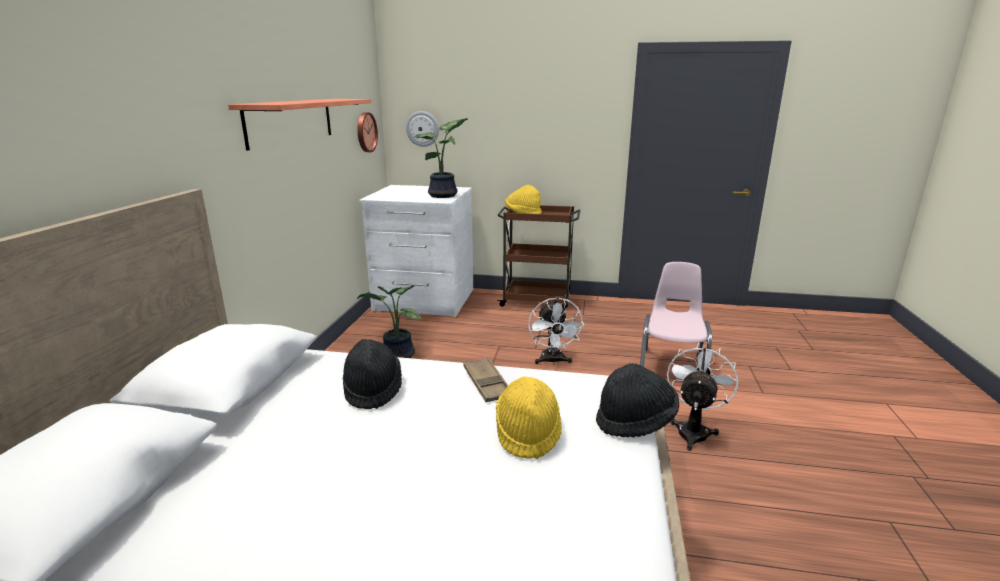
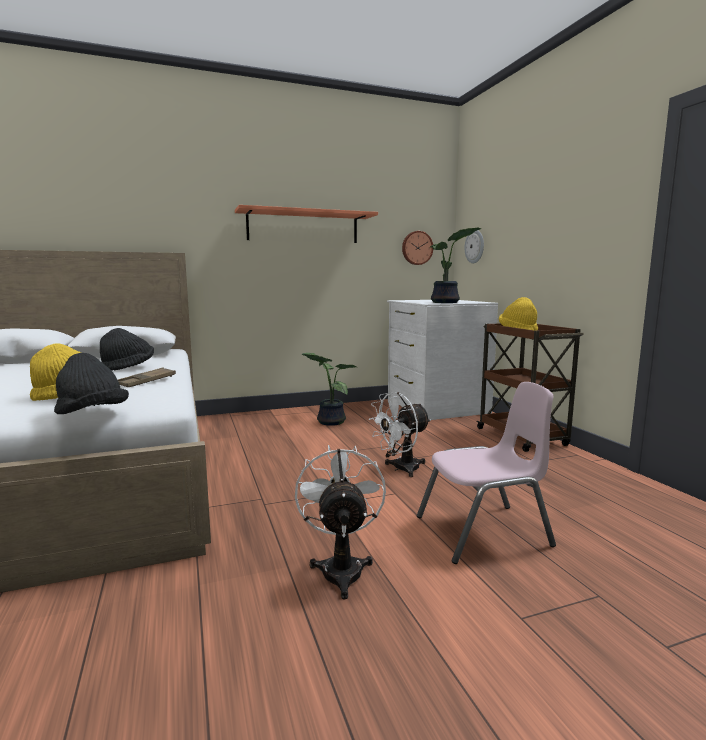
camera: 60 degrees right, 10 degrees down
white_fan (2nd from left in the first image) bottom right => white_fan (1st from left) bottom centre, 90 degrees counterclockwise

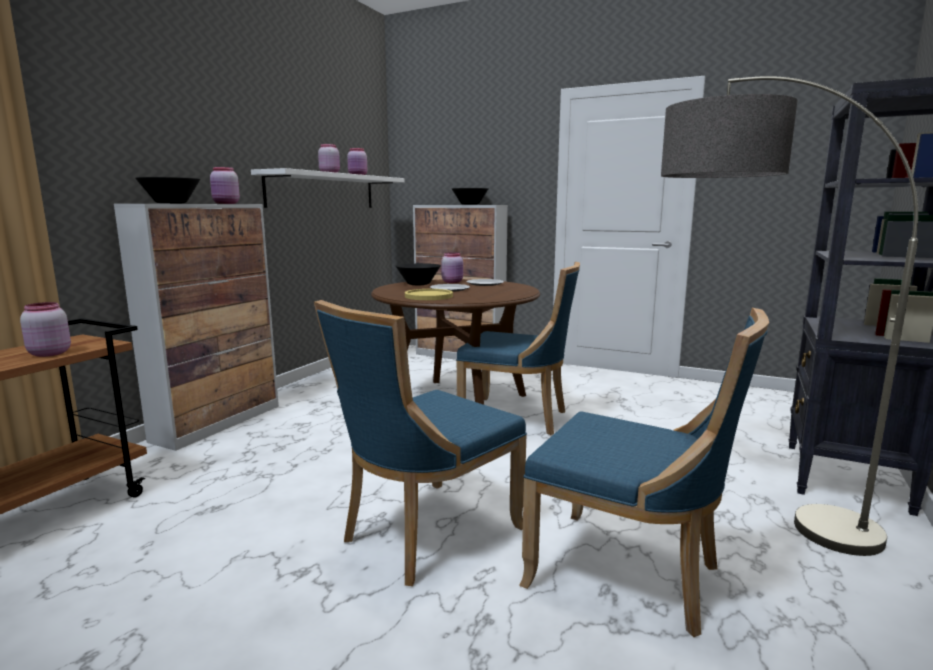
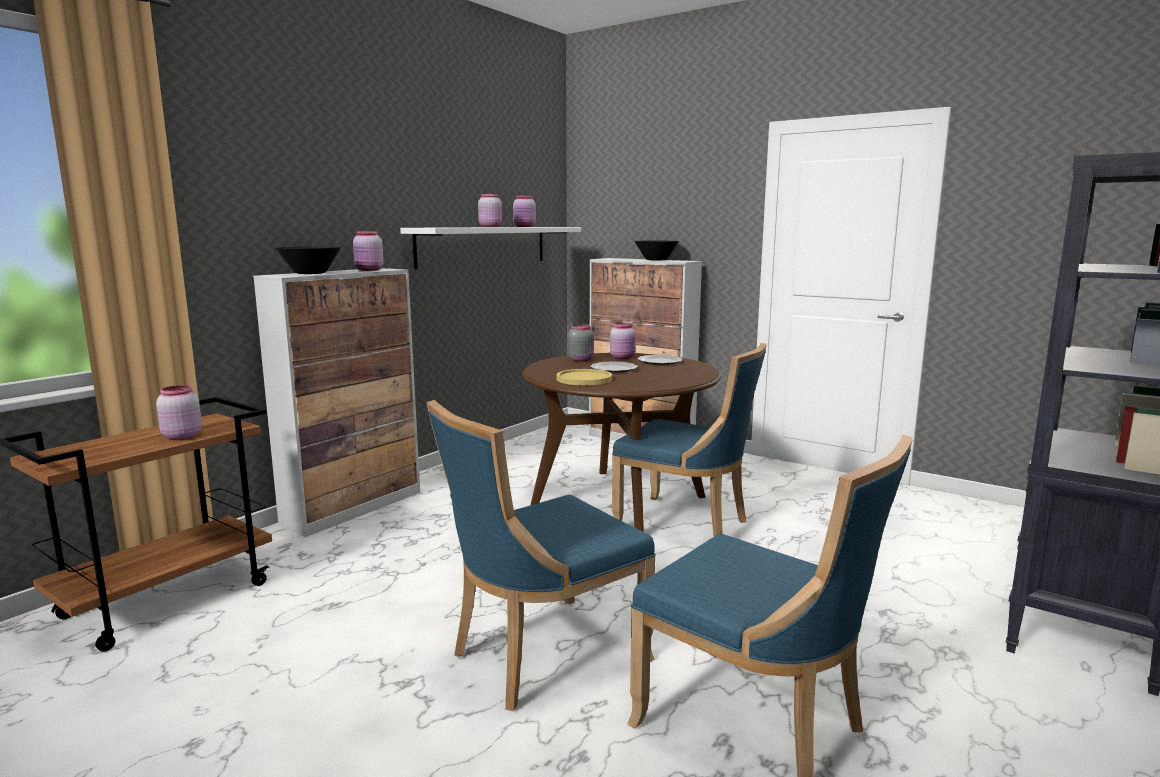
camera: 10 degrees right, 0 degrees up
floor_lamp middle right => nothing
black_bowl (2nd from left) centre => grey_jar centre

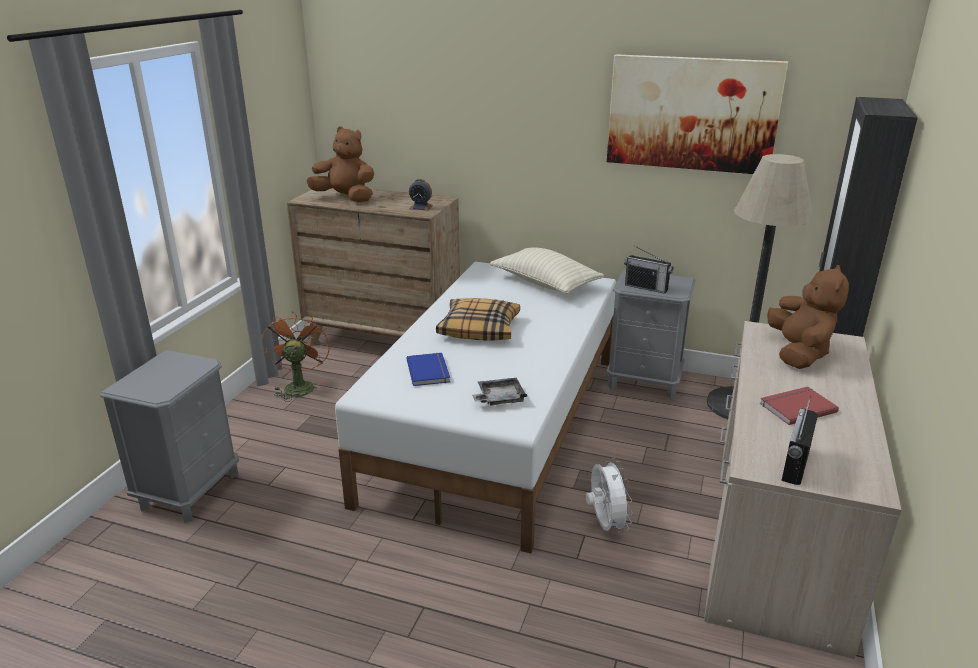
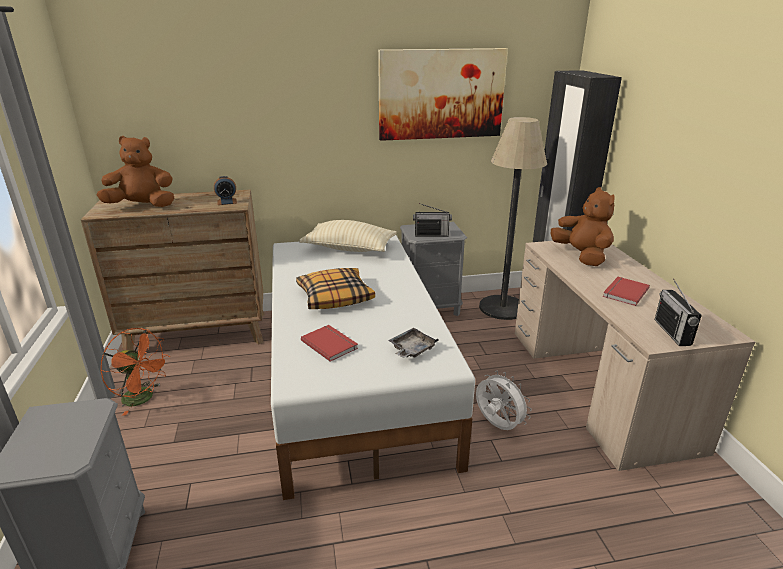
camera: 30 degrees left, 0 degrees up
blue_book centre => red_book (1st from left) centre
orange_fan middle left, 150 degrees clockwise

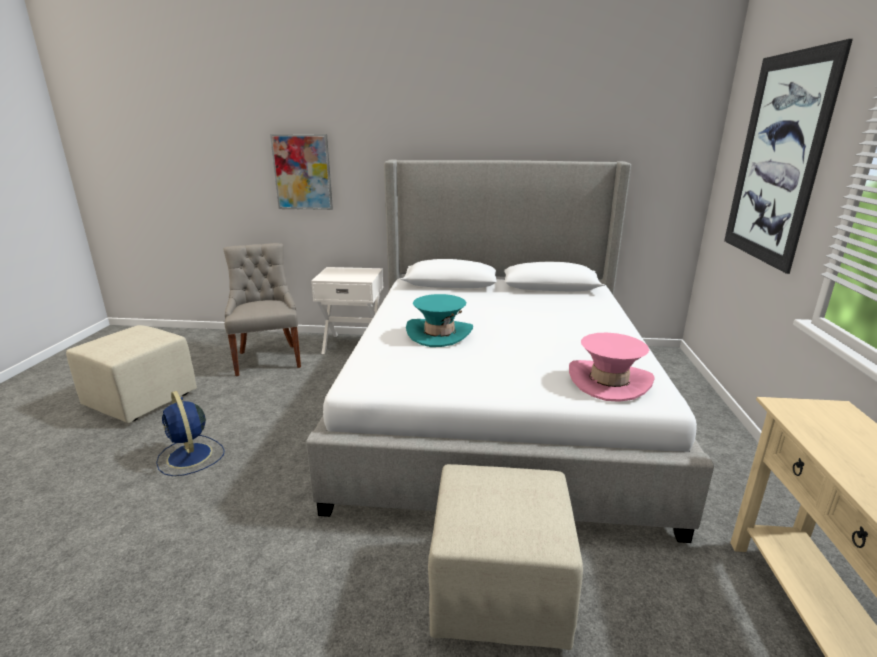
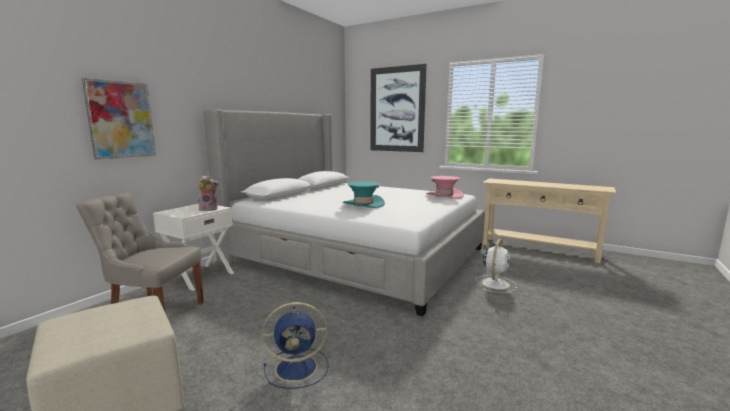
camera: 65 degrees left, 10 degrees down
nothing => plush_toy middle left
beige_ottoman (2nd from left) bottom centre => white_fan middle right

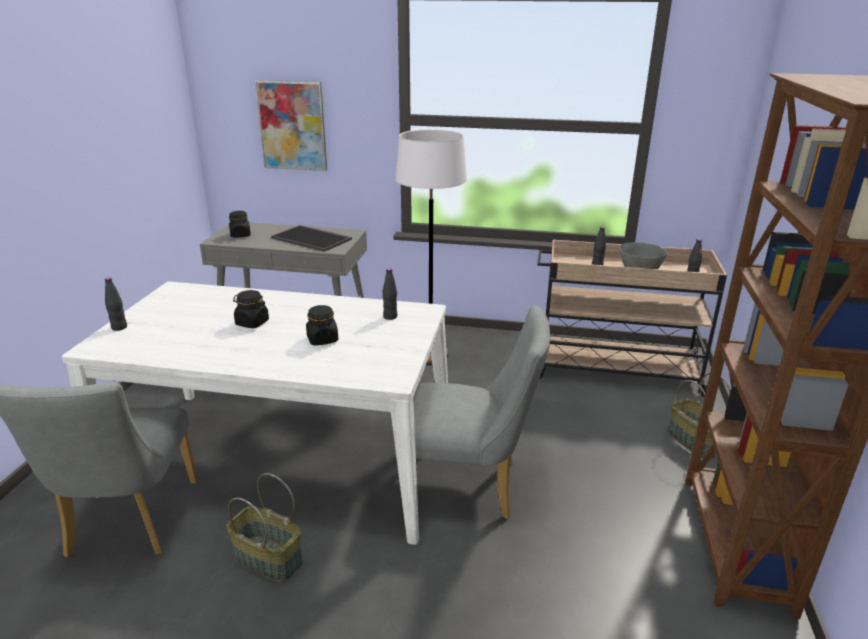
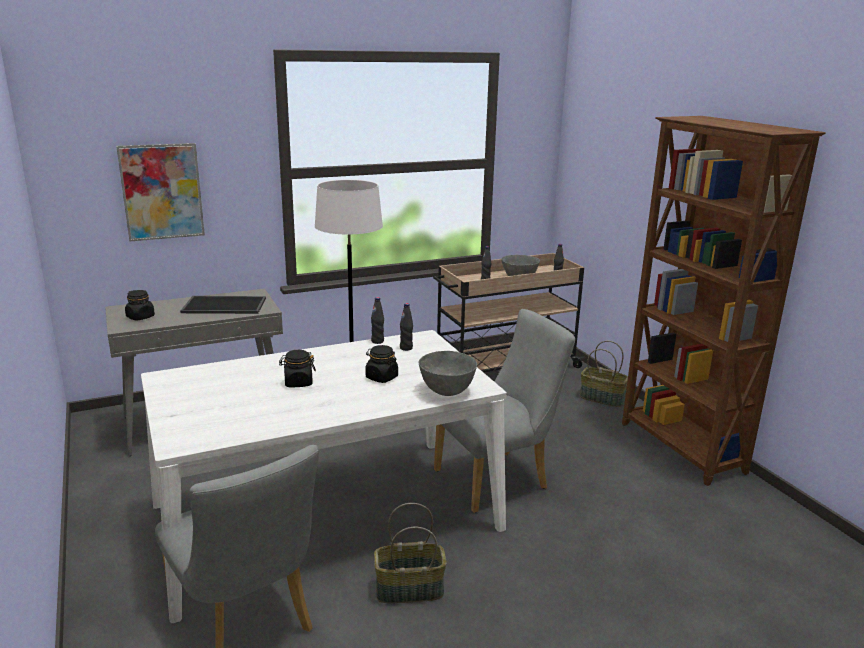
camera: 35 degrees left, 5 degrees down
nothing => grey_bowl (1st from left) centre
black_bottle (1st from left) middle left => black_bottle (1st from left) centre, move

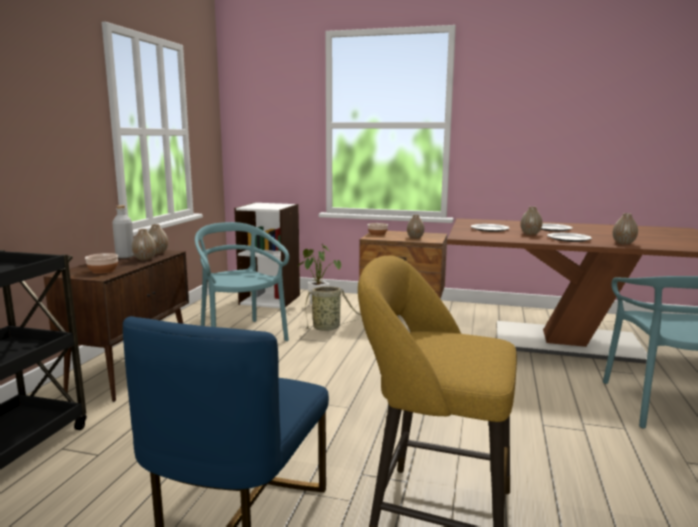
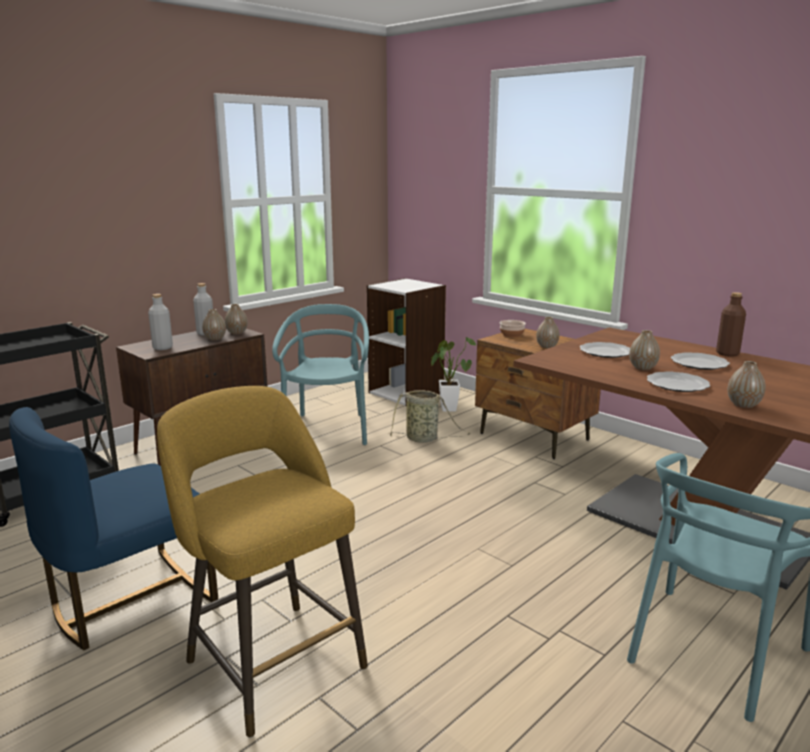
camera: 30 degrees right, 5 degrees up
nothing => brown_bottle middle right
bowl (1st from left) middle left => grey_bottle (1st from left) middle left

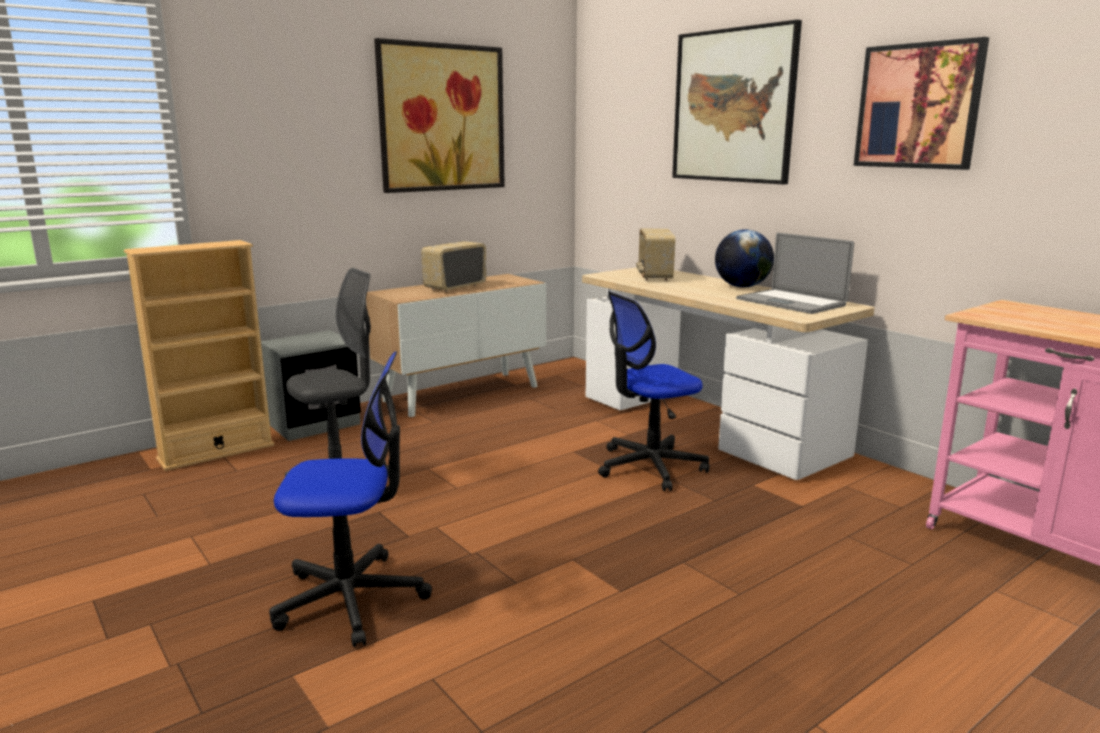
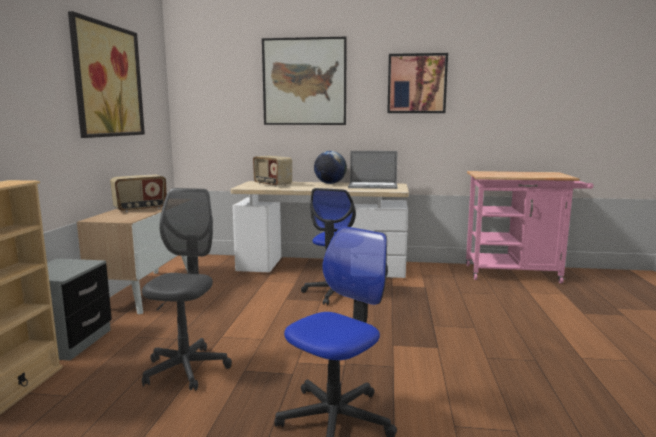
camera: 45 degrees left, 5 degrees down
radio (1st from left) centre => radio (1st from left) middle left, 120 degrees counterclockwise

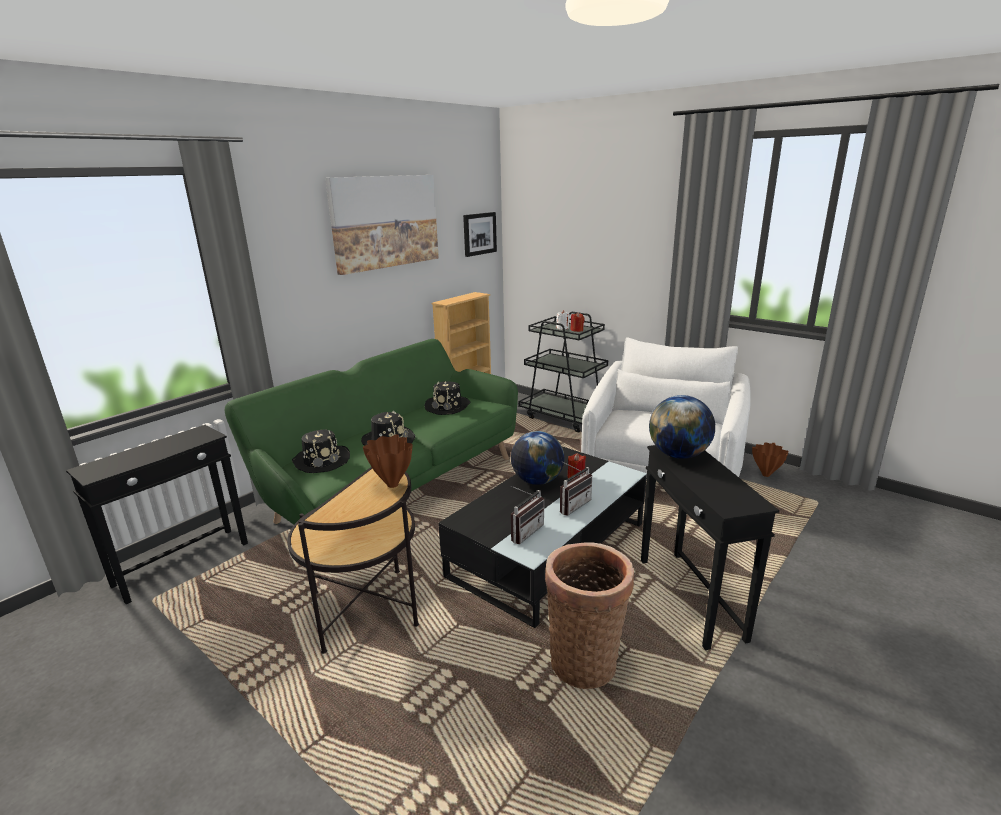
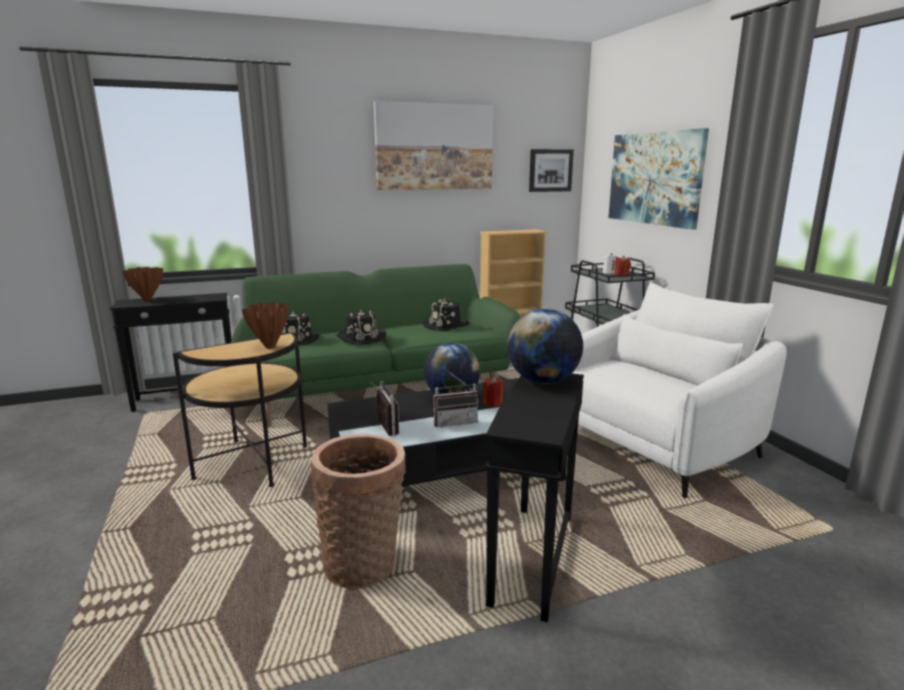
camera: 30 degrees right, 5 degrees down
nothing => picture (3rd from left) top right
brown_vase (2nd from left in the first image) middle right => brown_vase (1st from left) middle left, move
radio (1st from left) centre, 90 degrees counterclockwise

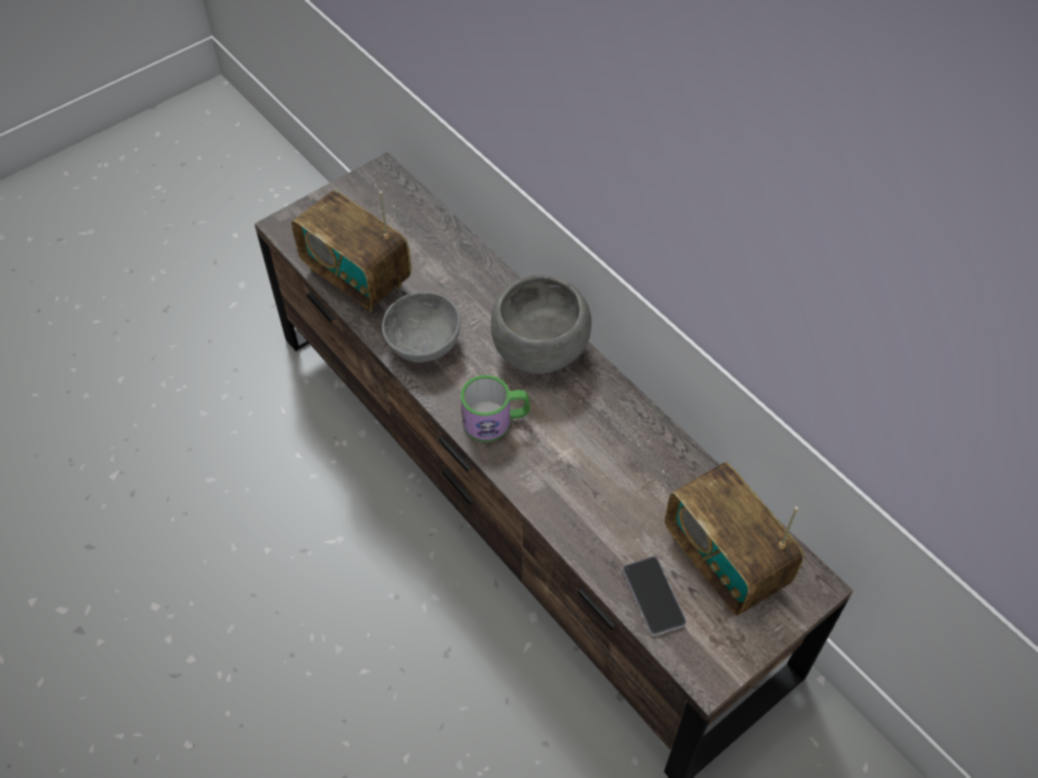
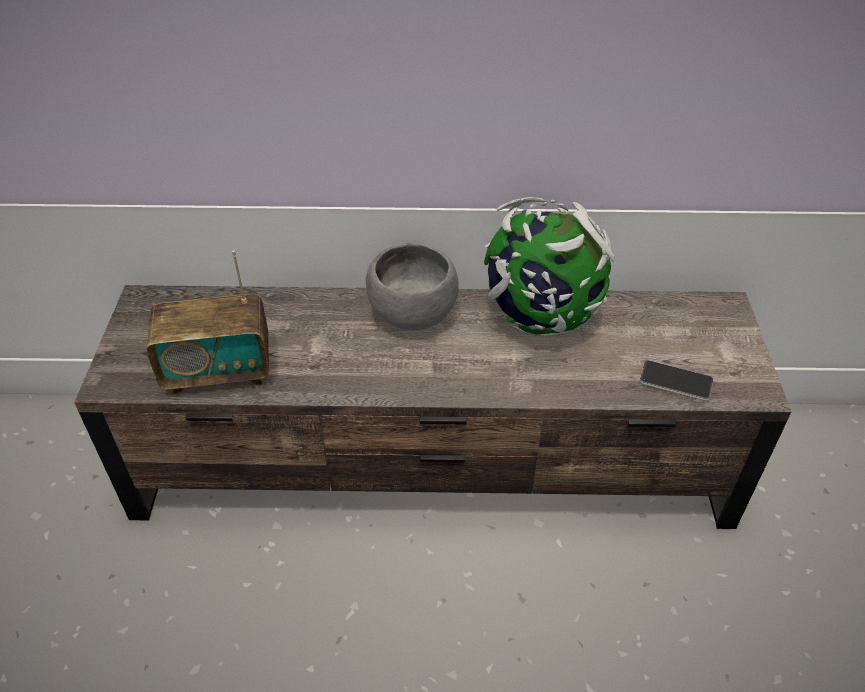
camera: 50 degrees left, 10 degrees down
grey_bowl (1st from left) centre => nothing
mug centre => nothing
radio (2nd from left) bottom right => nothing
nothing => globe centre

